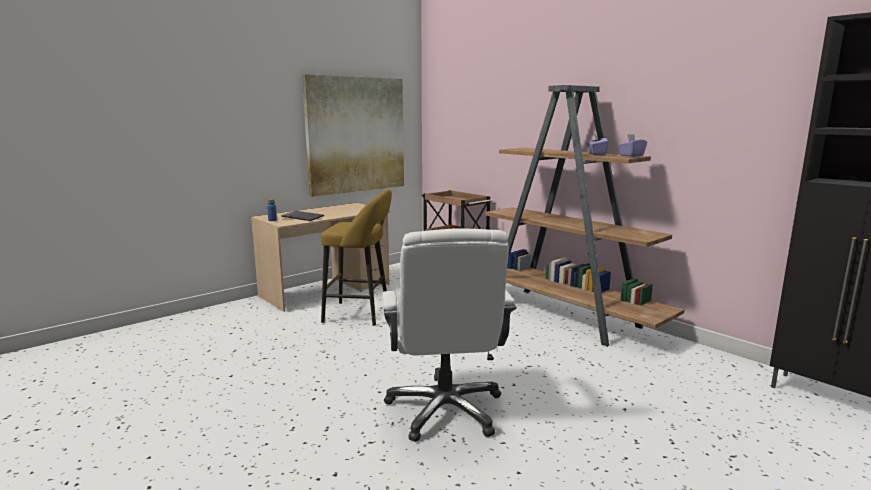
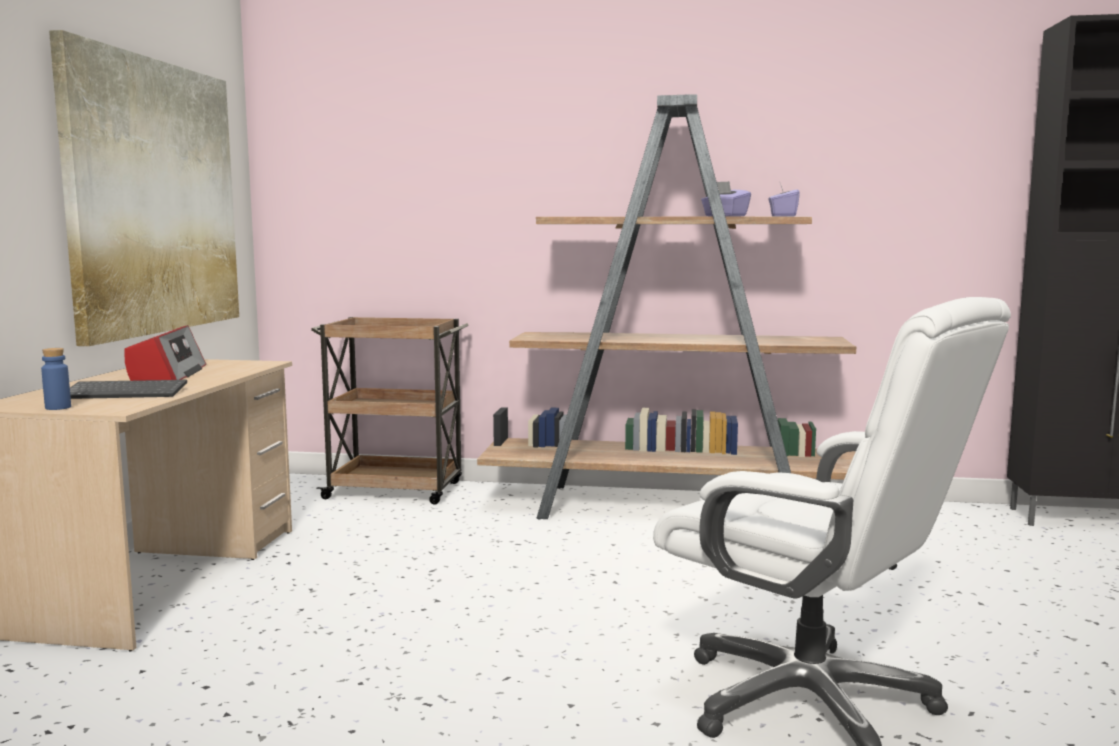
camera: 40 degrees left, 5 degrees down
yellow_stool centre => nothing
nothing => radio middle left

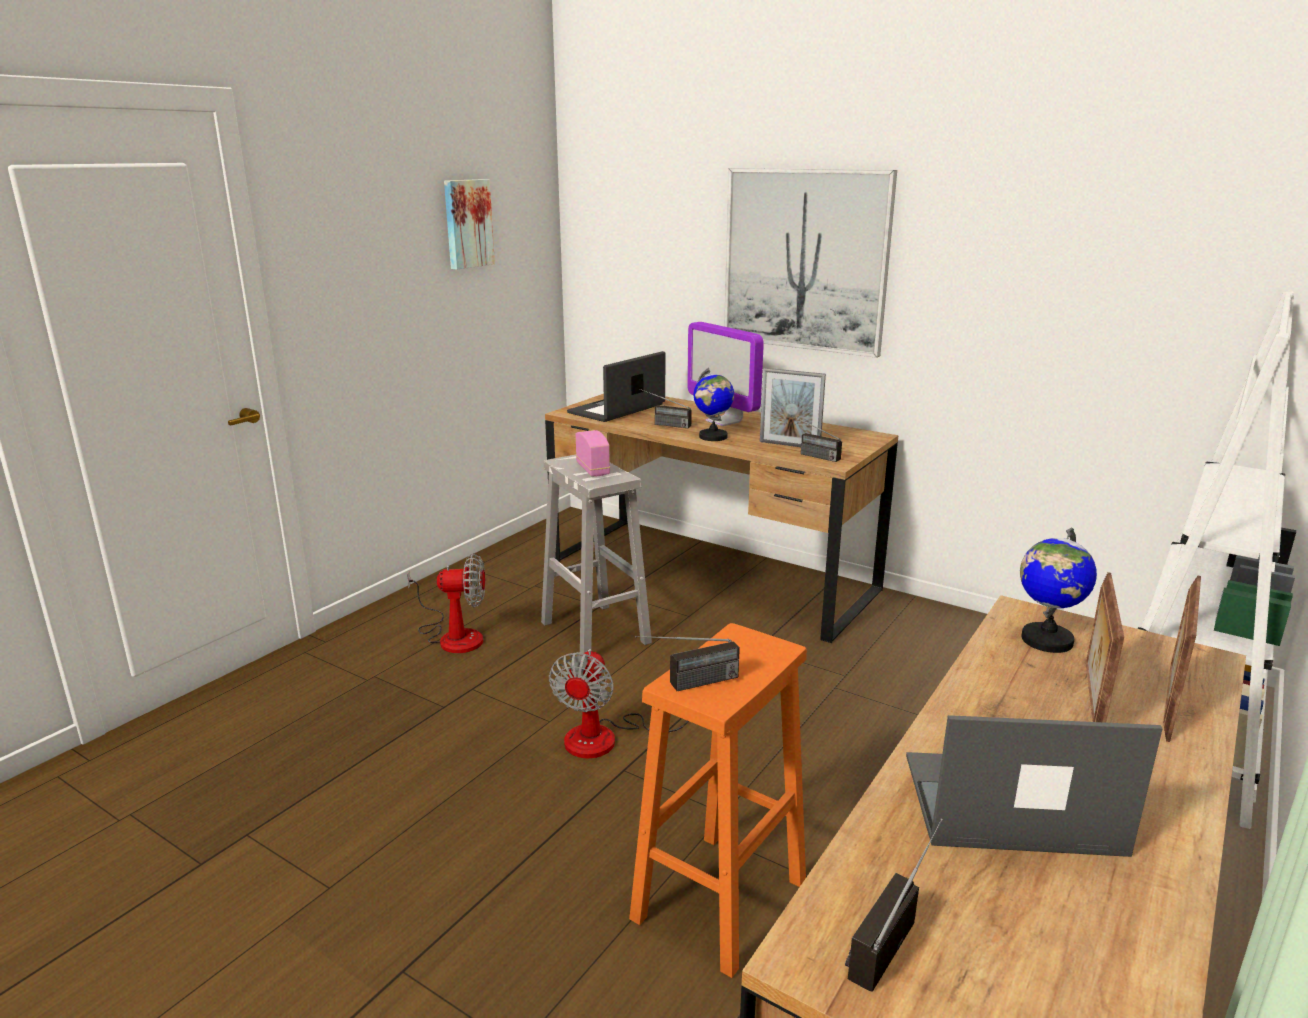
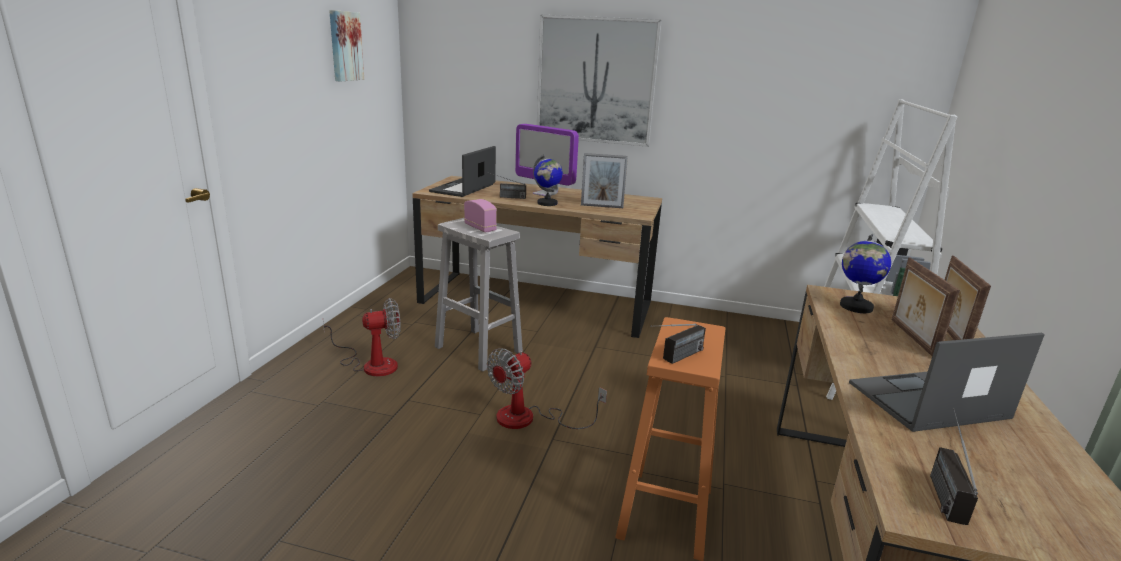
camera: 20 degrees left, 0 degrees up
radio (4th from left) centre => nothing
fan (2nd from left) bottom centre, 45 degrees clockwise

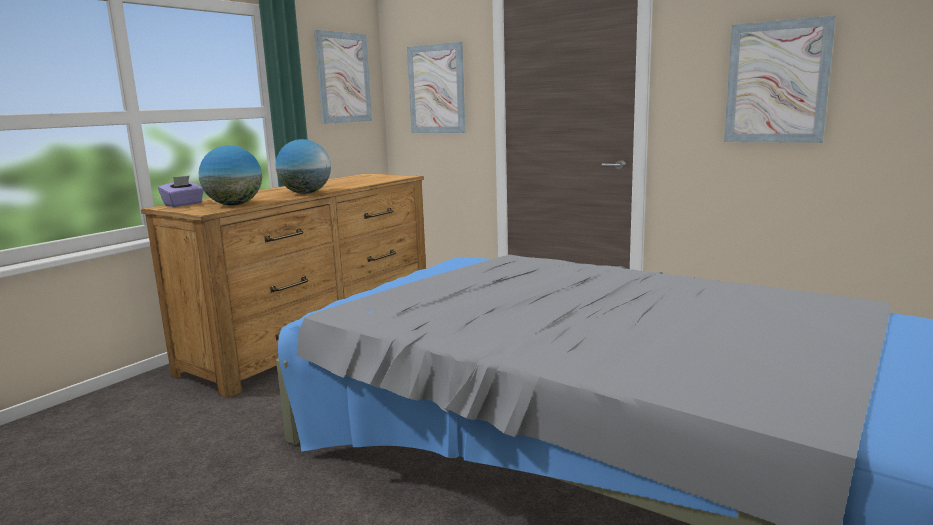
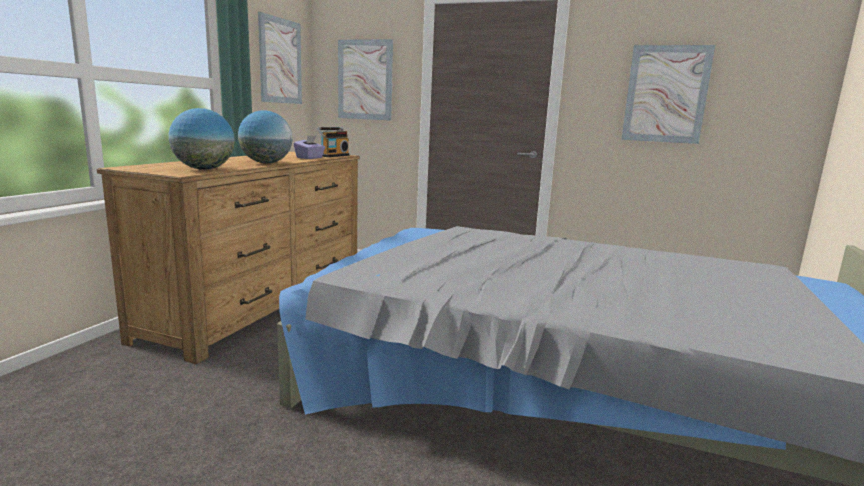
camera: 15 degrees left, 0 degrees up
nothing => radio top centre
purple_tissue_box middle left => purple_tissue_box top centre, move

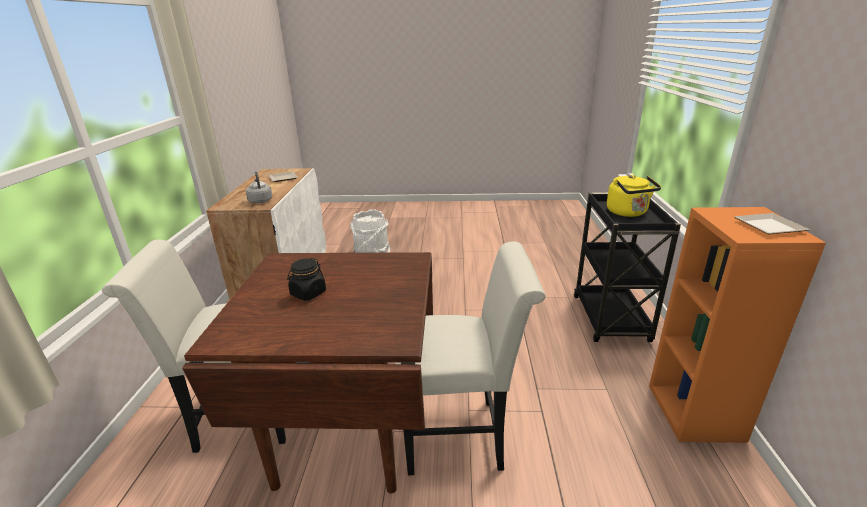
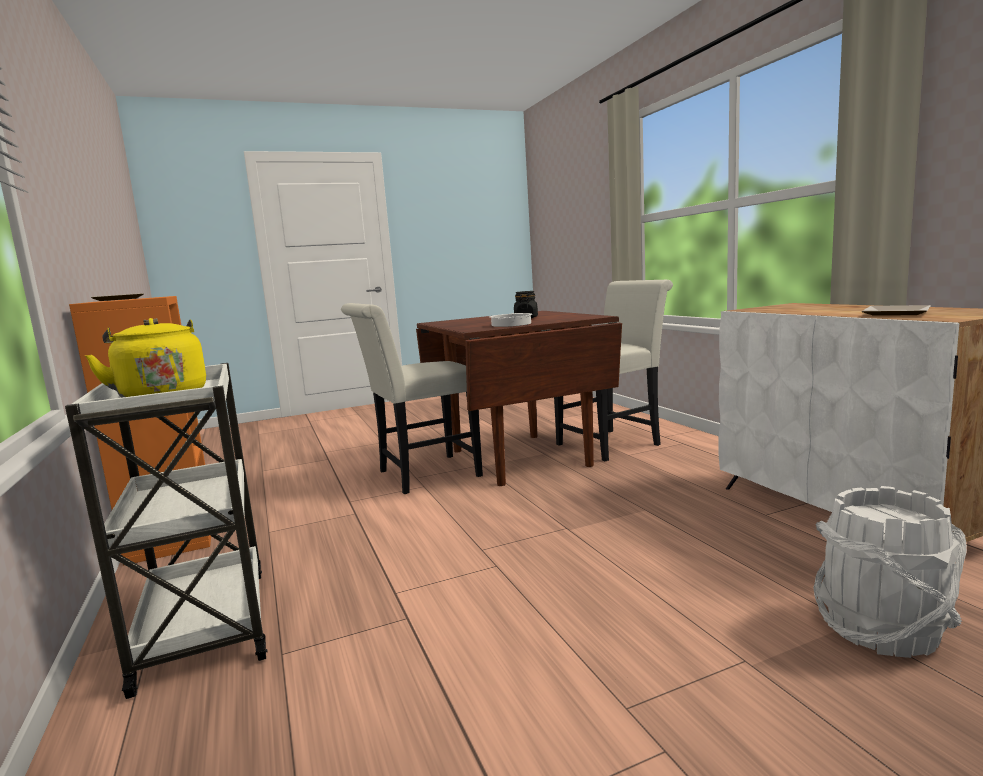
camera: 155 degrees right, 15 degrees down
grey_kettle middle left => nothing
nothing => cooking_pot centre
black_cart middle right => white_cart bottom left

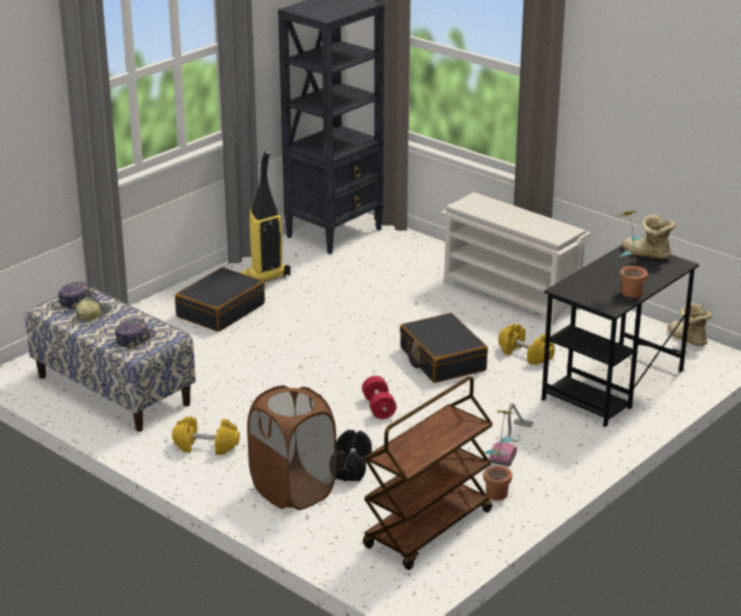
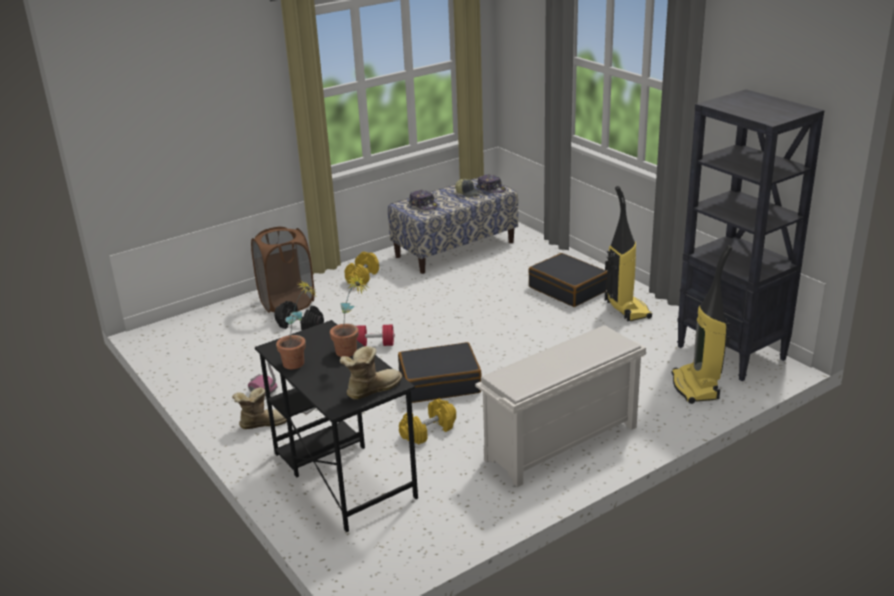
camera: 105 degrees right, 0 degrees up
brown_cart bottom centre => nothing
nothing => vacuum_cleaner (3rd from left) middle right
potted_plant (1st from left in the first image) bottom right => potted_plant (2nd from left) centre, move
boot (2nd from left in the first image) middle right => boot (1st from left) bottom left, move

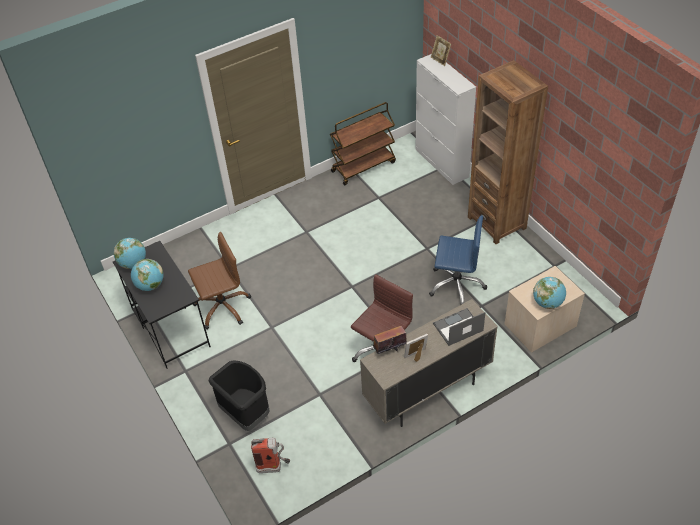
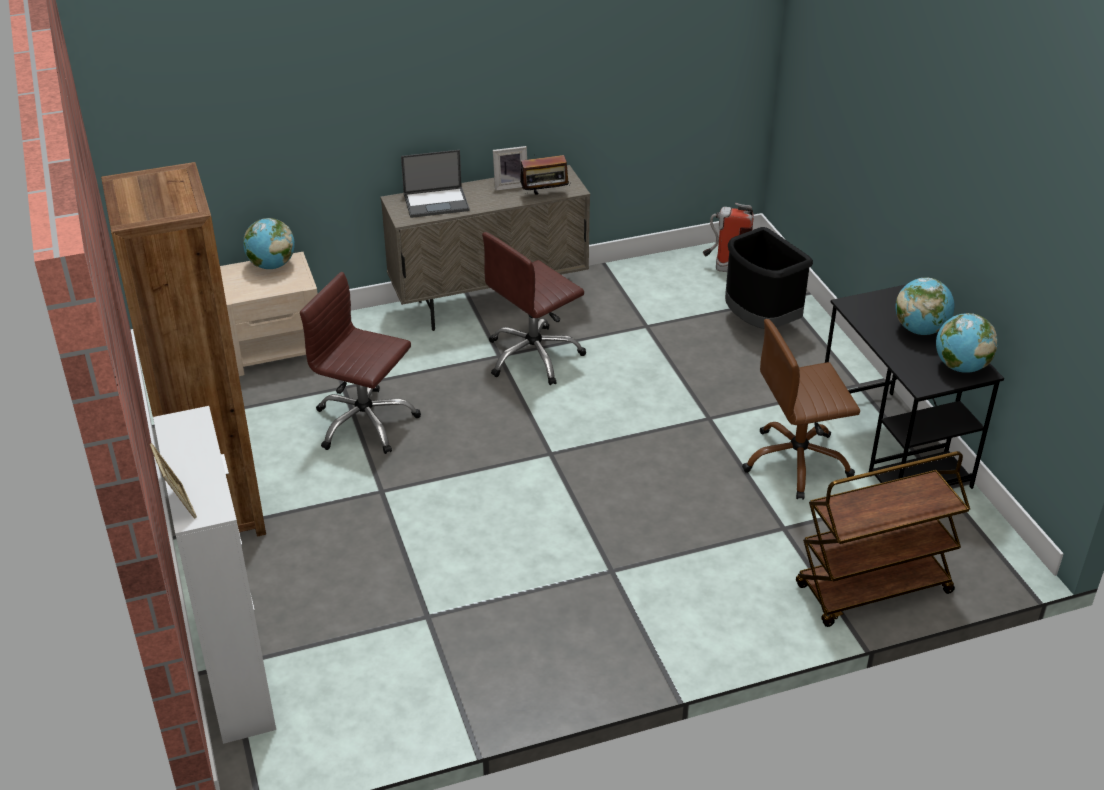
camera: 170 degrees left, 10 degrees down
brown_cart top centre => brown_cart bottom right, move
blue_office_chair centre => brown_office_chair (1st from left) middle left

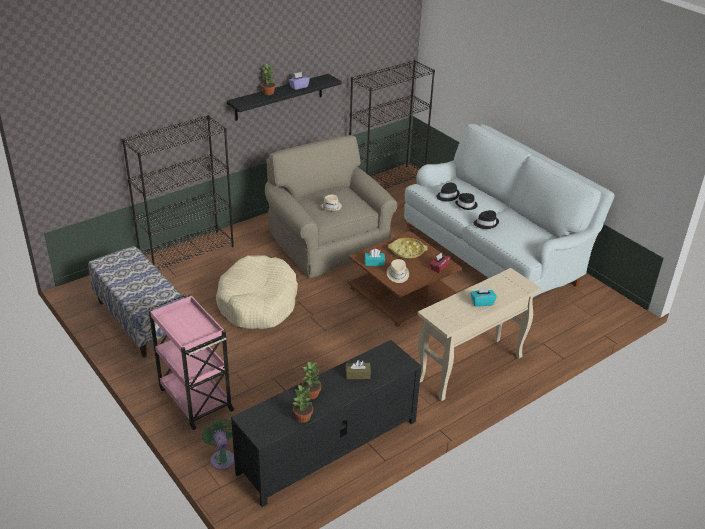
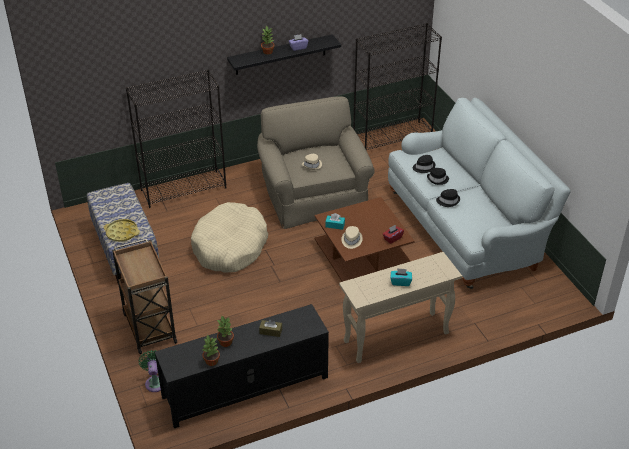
camera: 15 degrees right, 5 degrees up
yellow_tray centre => yellow_tray middle left, move
pink_cart bottom left => brown_cart middle left

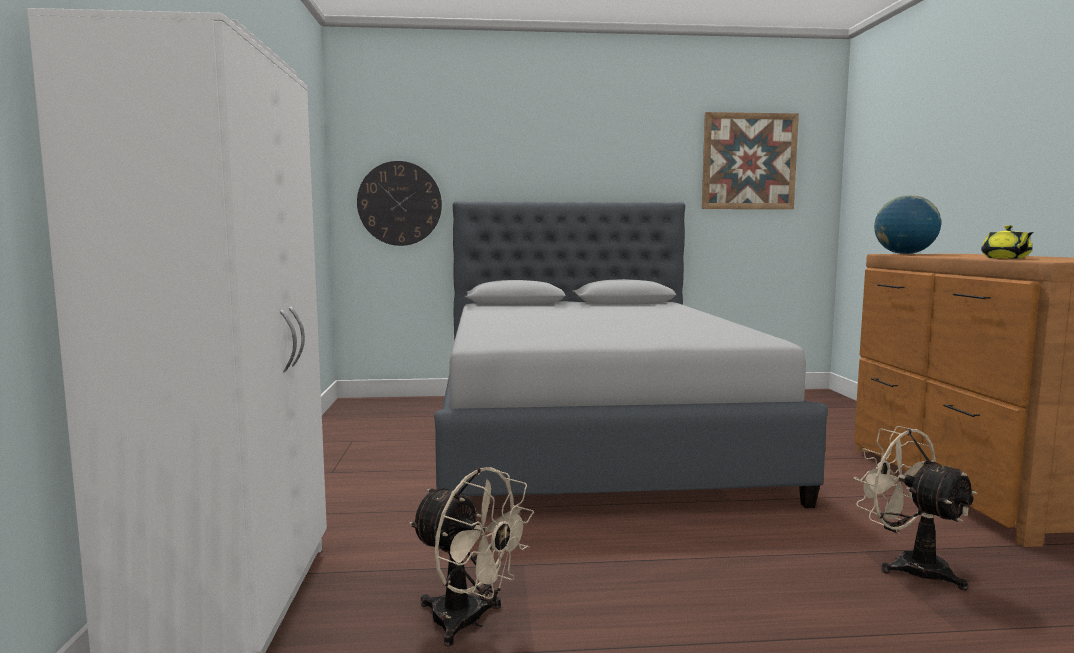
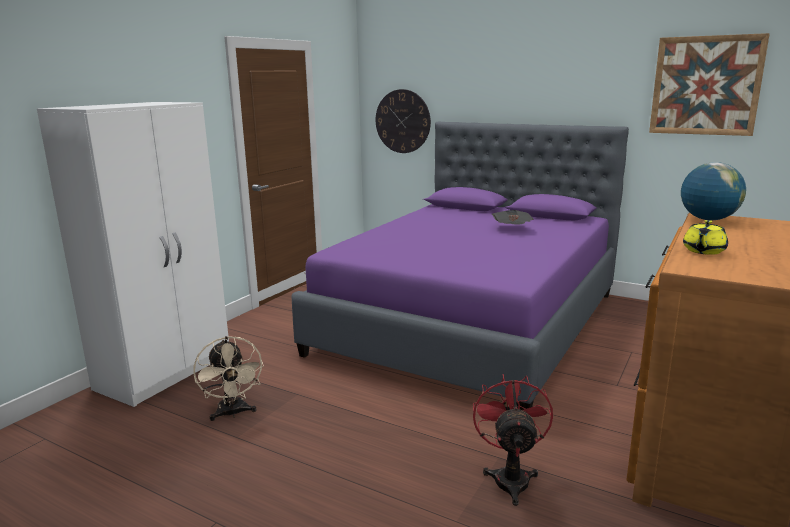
camera: 35 degrees right, 10 degrees up
nothing => newspaper centre
grey_bed centre => purple_bed centre
beige_fan (2nd from left) bottom right => red_fan bottom centre

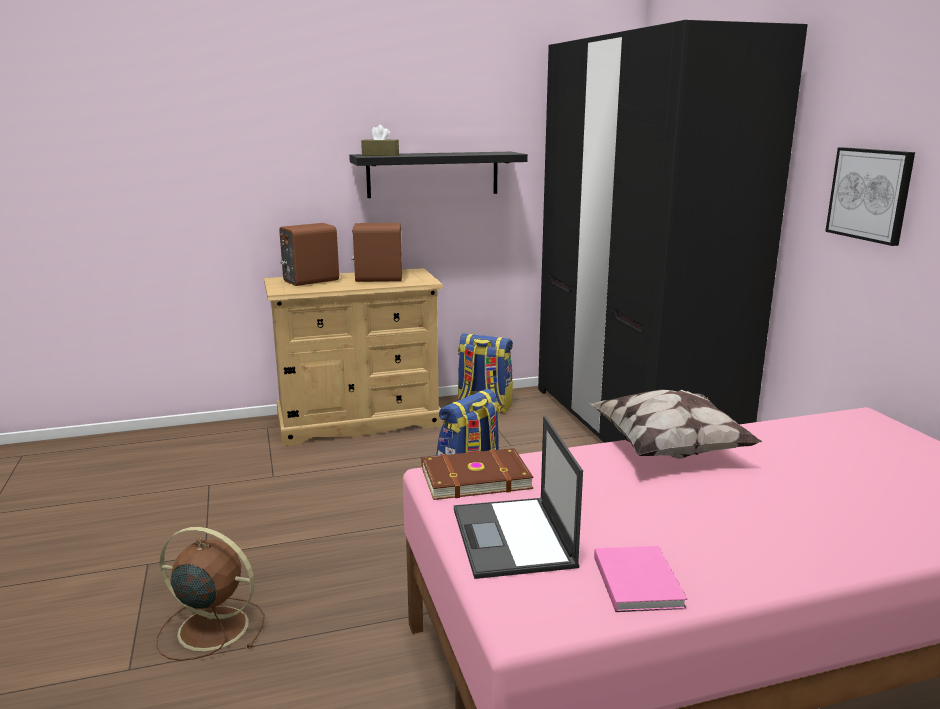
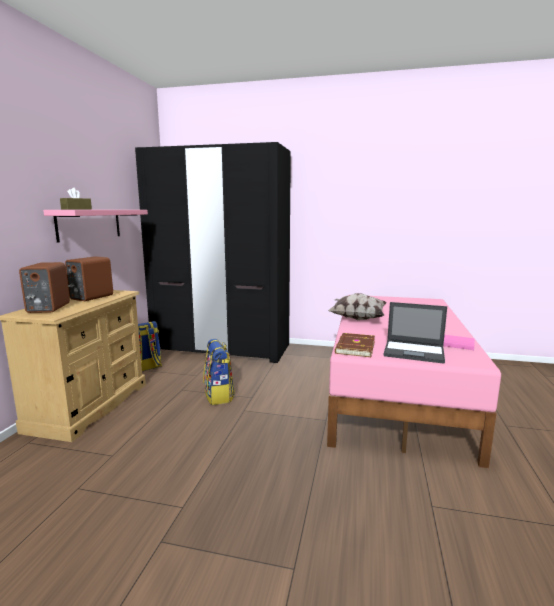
camera: 60 degrees left, 5 degrees down
brown_fan bottom left => nothing
picture top right => nothing
black_shelf top centre => pink_shelf middle left

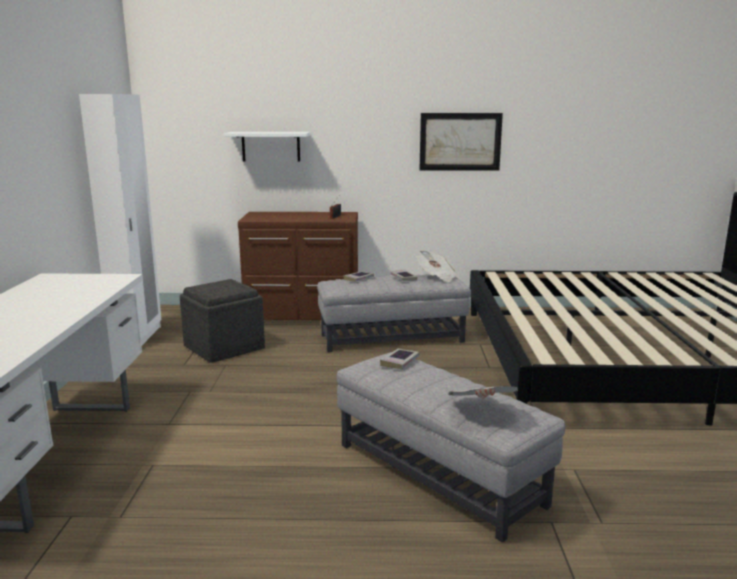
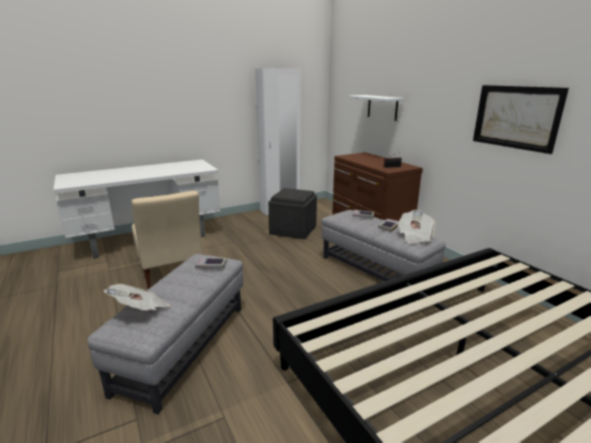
camera: 60 degrees right, 5 degrees up
nothing => beige_chair middle left

